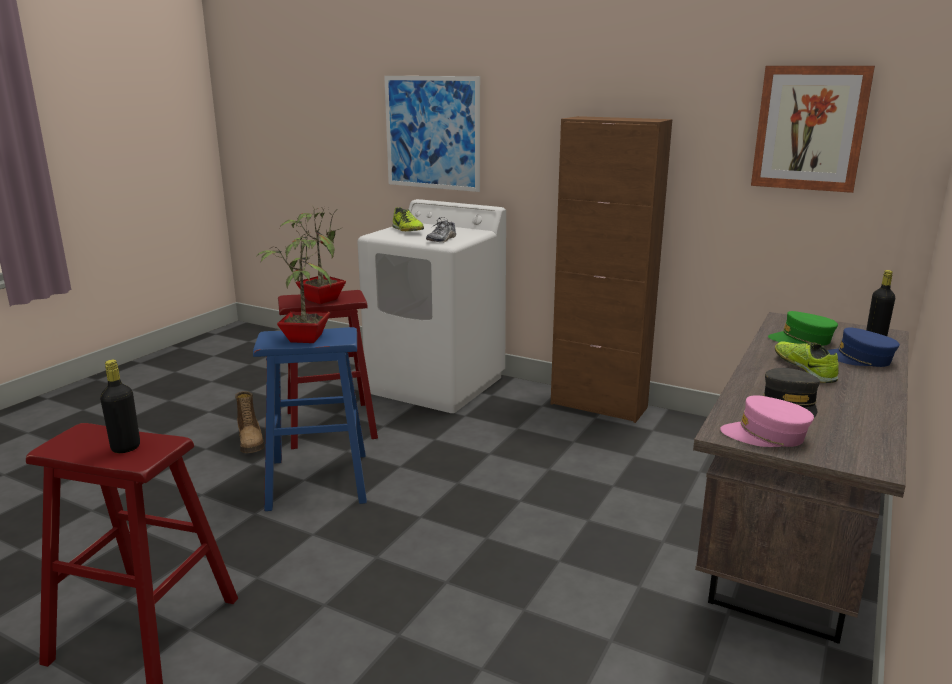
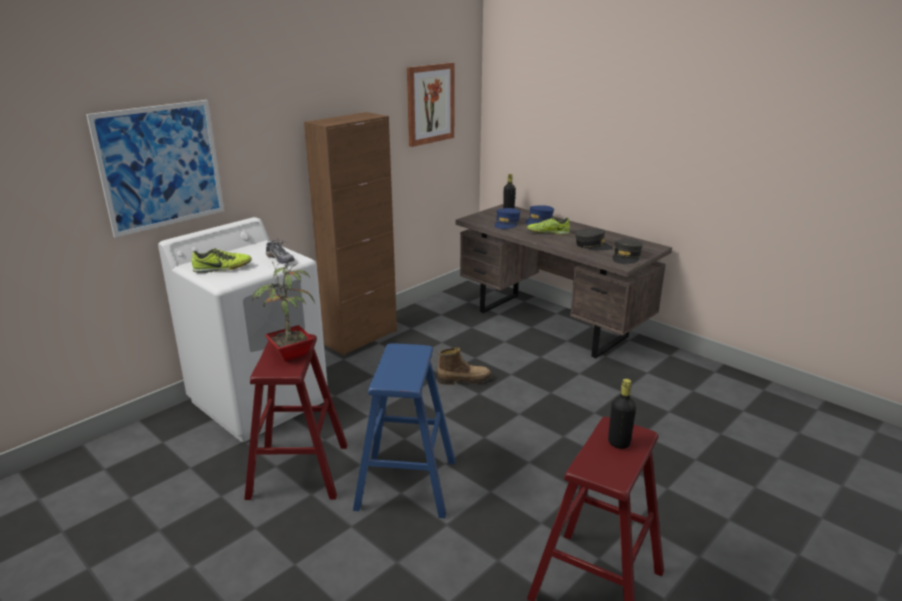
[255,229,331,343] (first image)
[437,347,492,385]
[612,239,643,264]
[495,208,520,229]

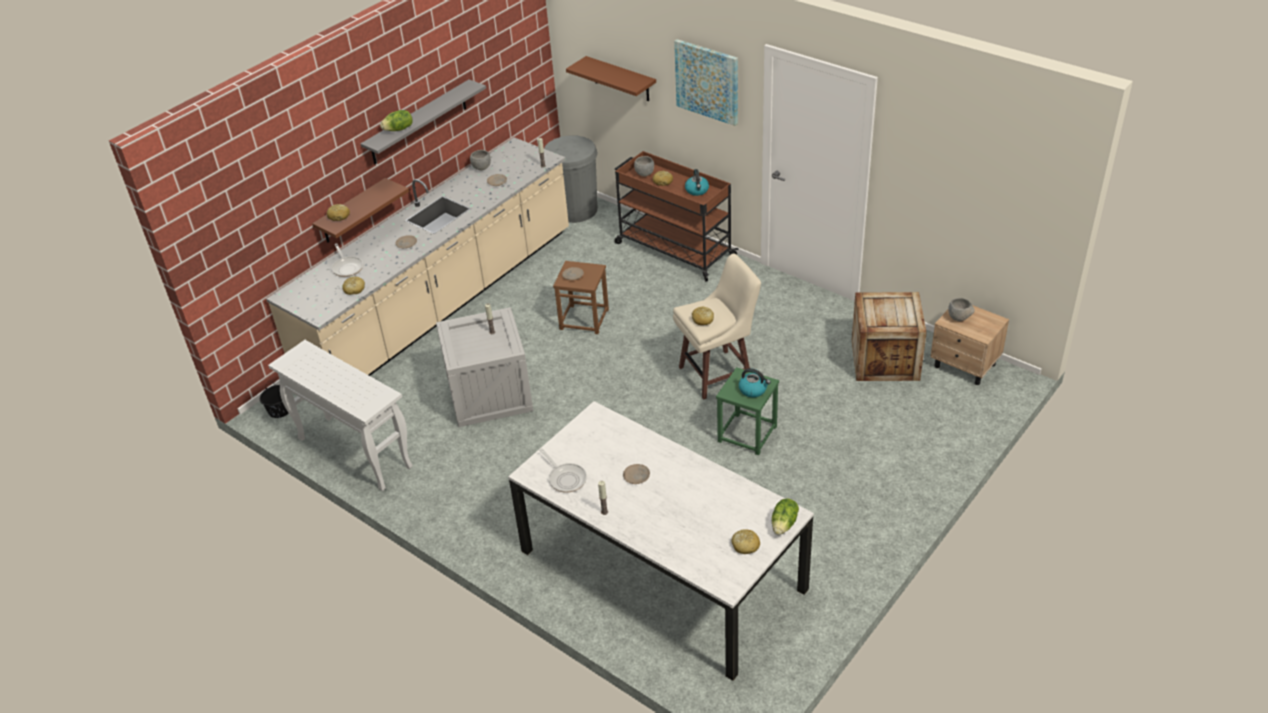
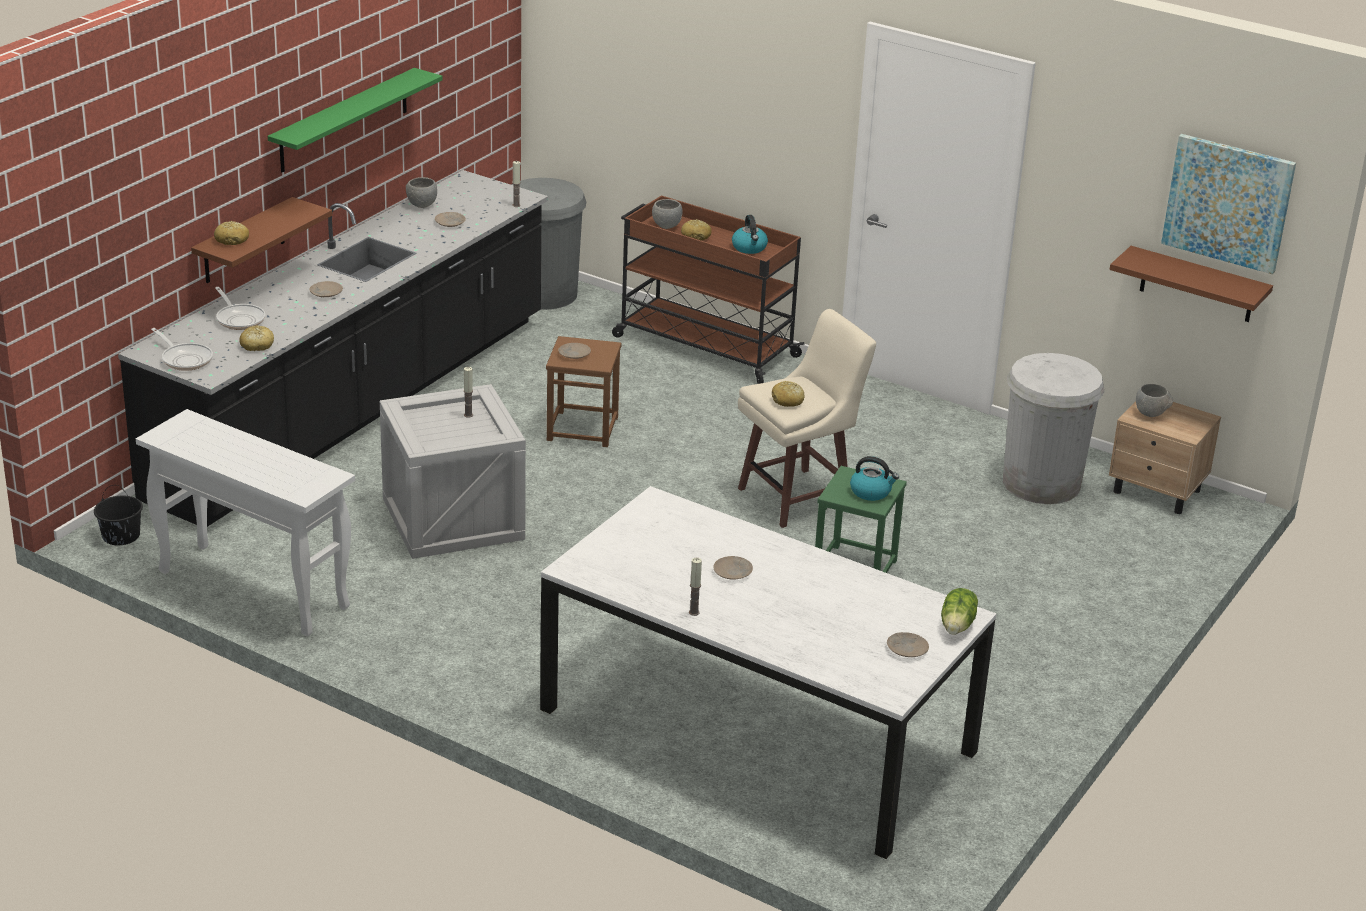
[380,110,413,131] (first image)
[151,328,213,371]
[1110,246,1273,322]
[1161,134,1296,274]
[887,632,929,657]
[1003,353,1104,504]
[118,170,548,527]
[268,68,443,172]

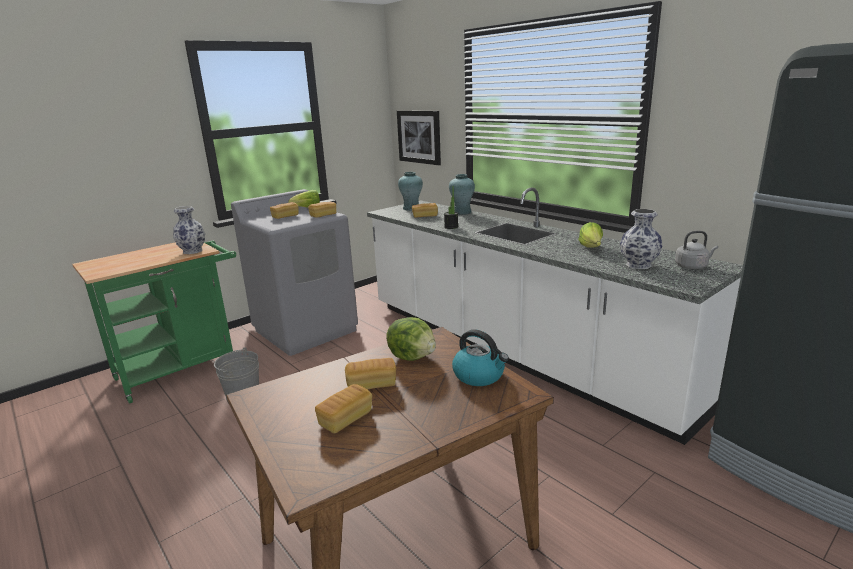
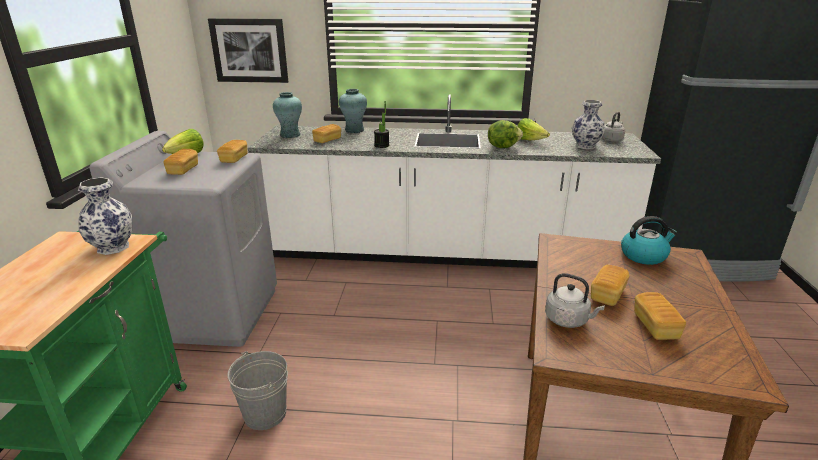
[545,273,605,328]
[488,120,523,148]

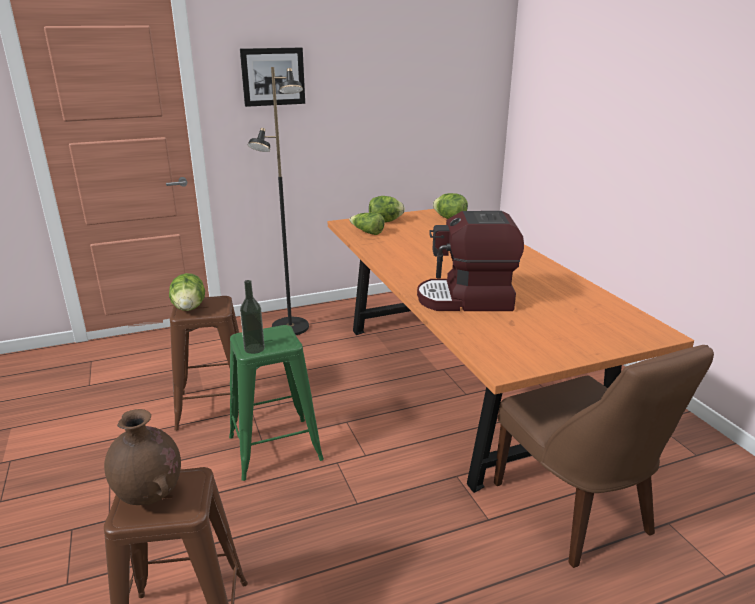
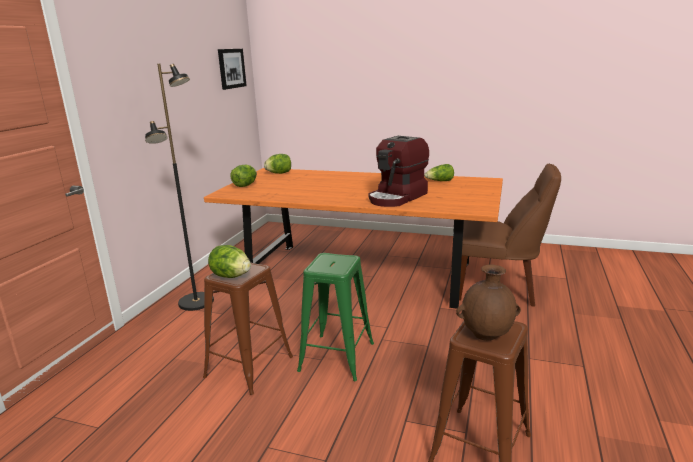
[240,280,265,354] (first image)
[218,49,247,90]
[424,164,454,181]

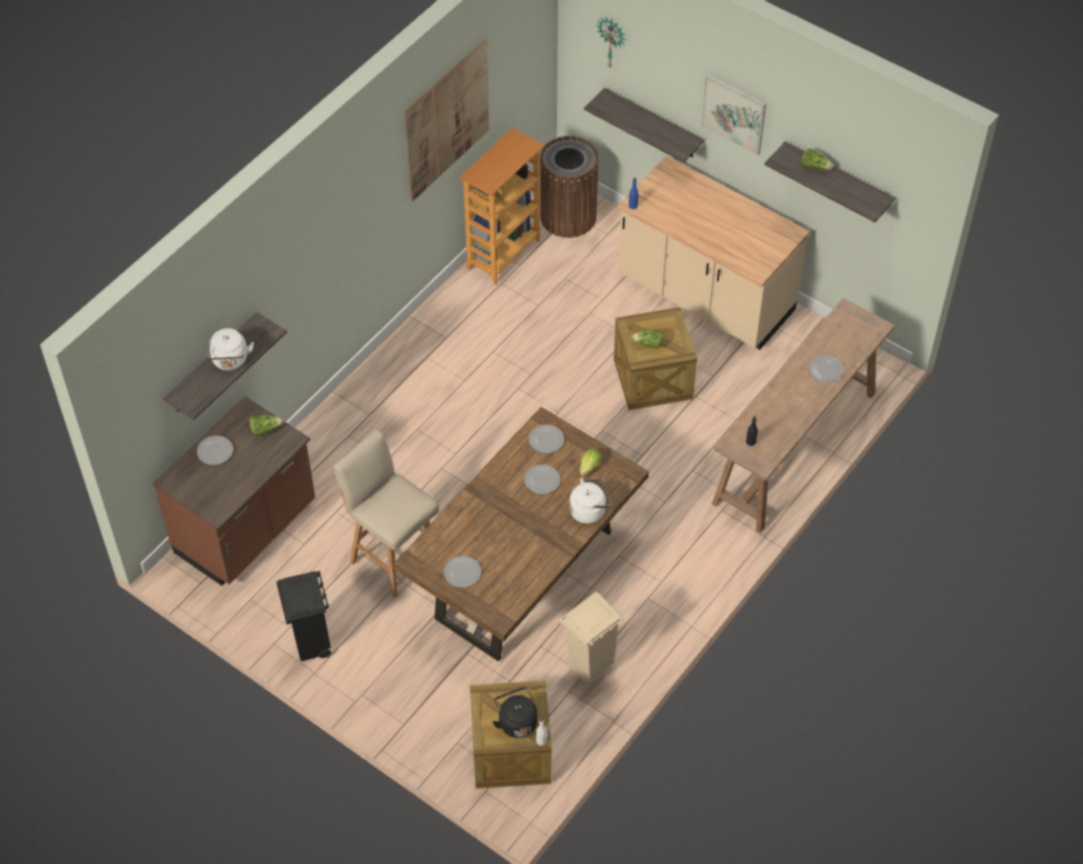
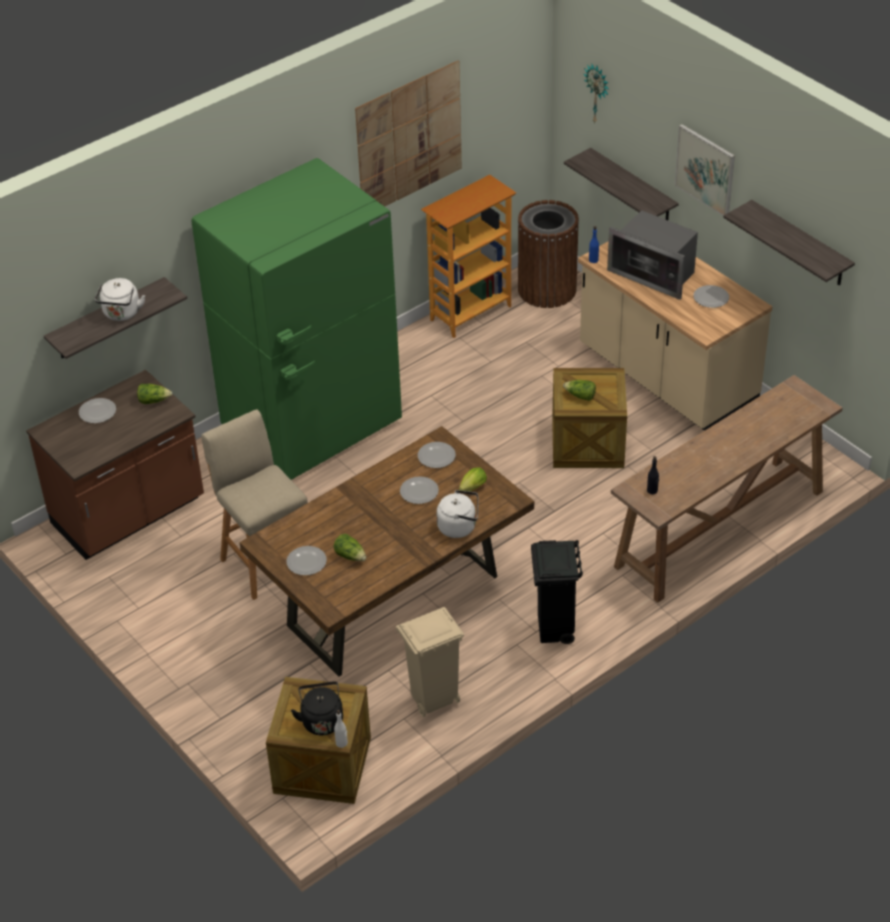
[191,158,402,480]
[607,210,698,300]
[531,540,583,644]
[333,534,366,561]
[693,285,729,308]

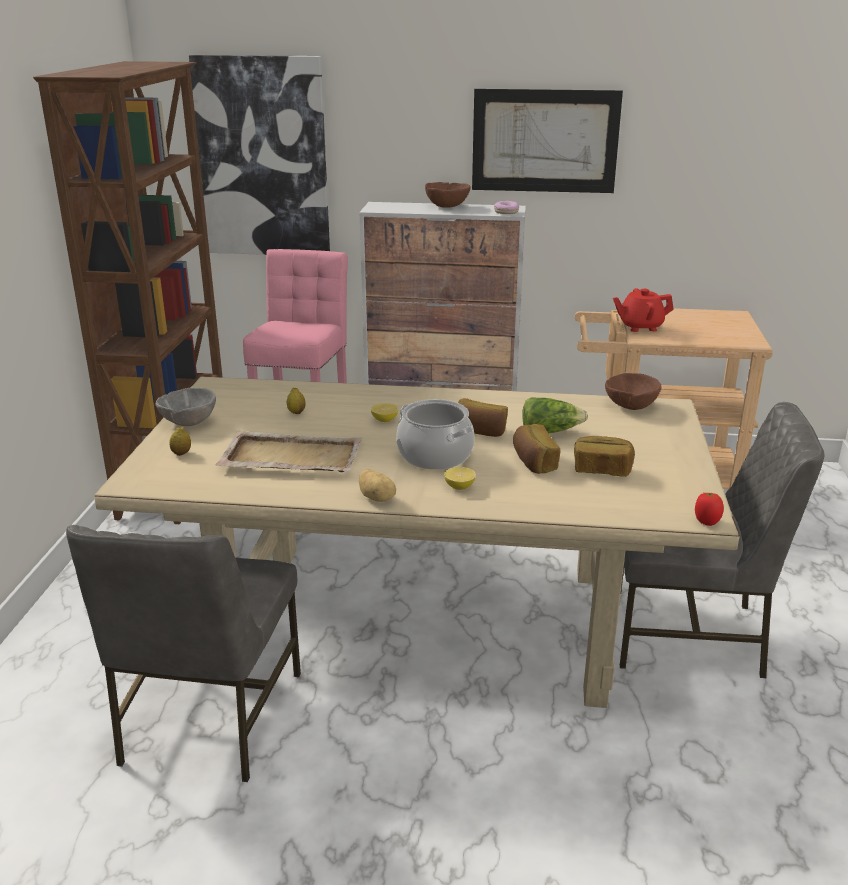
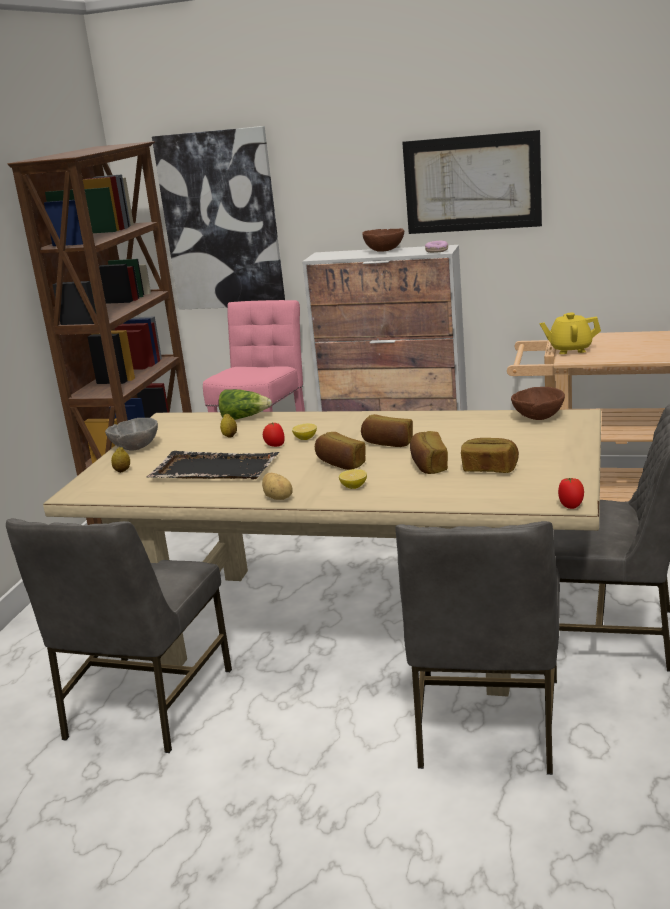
[263,422,285,447]
[395,521,560,775]
[219,389,272,420]
[315,432,366,470]
[146,451,280,479]
[540,313,601,354]

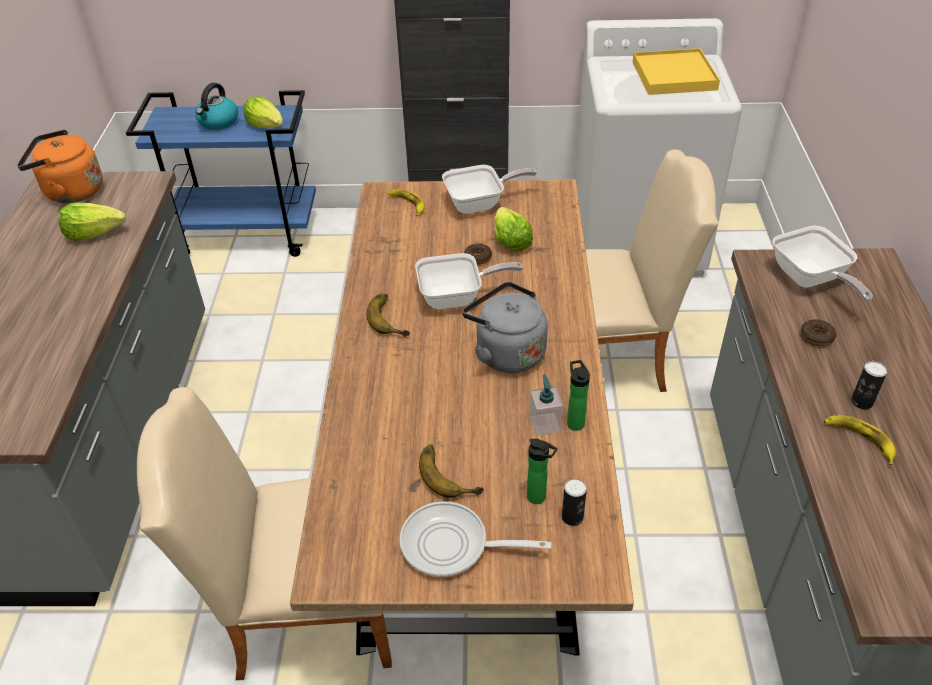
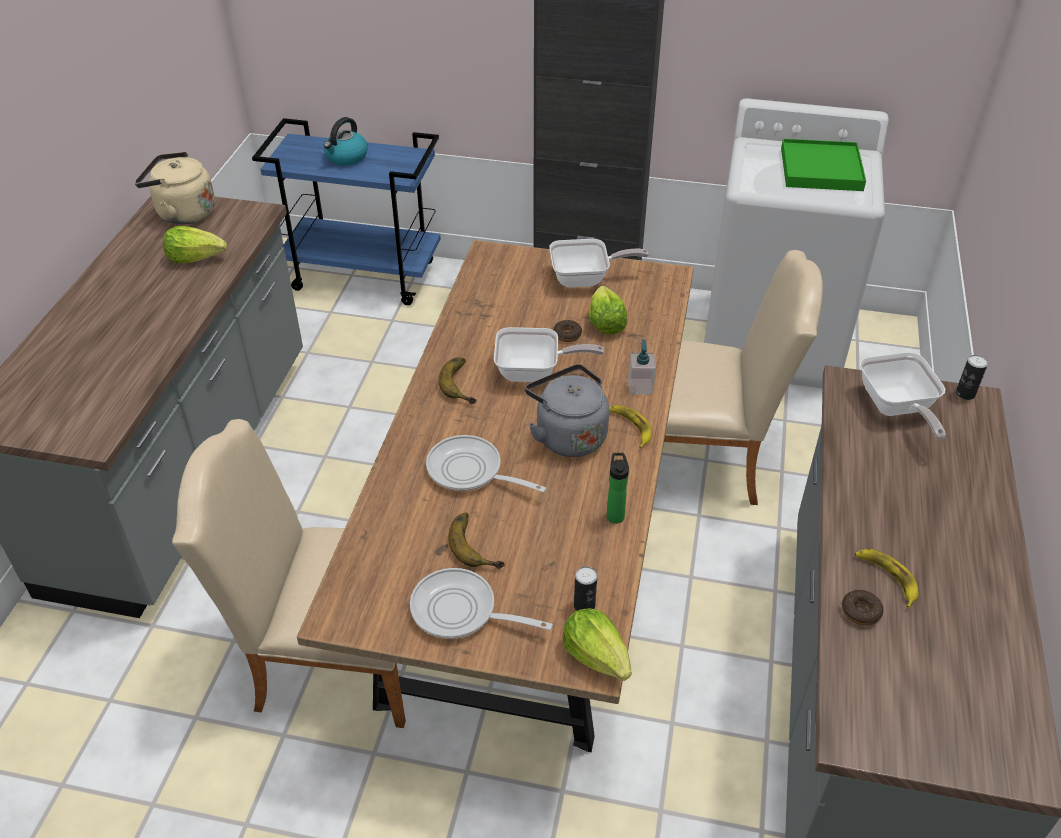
[527,438,557,504] (first image)
[426,435,546,492]
[562,608,632,681]
[609,405,652,448]
[628,339,656,394]
[842,590,883,626]
[956,355,988,400]
[135,152,215,224]
[781,139,866,191]

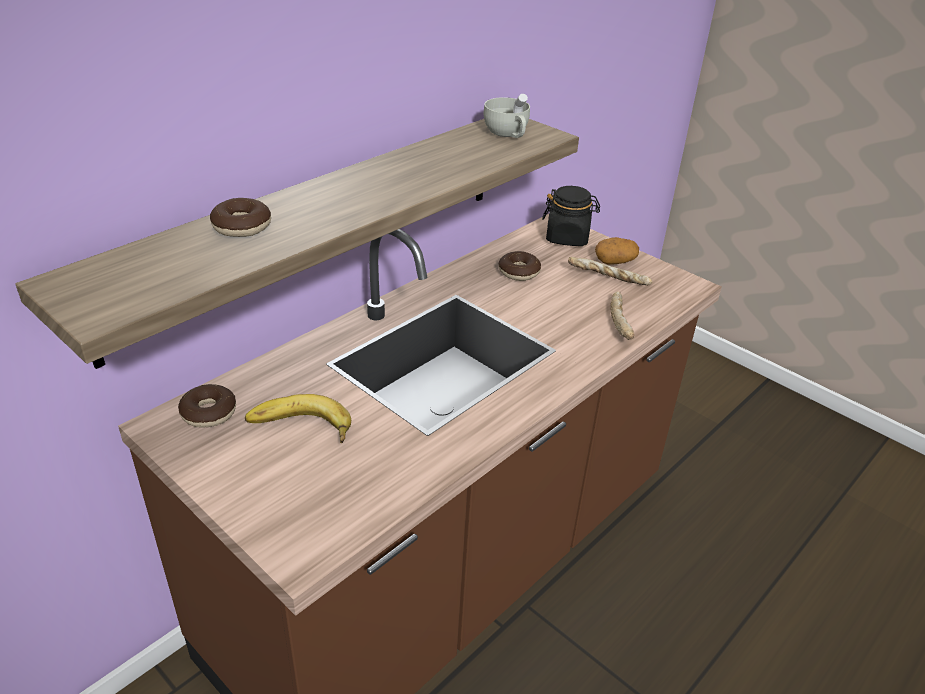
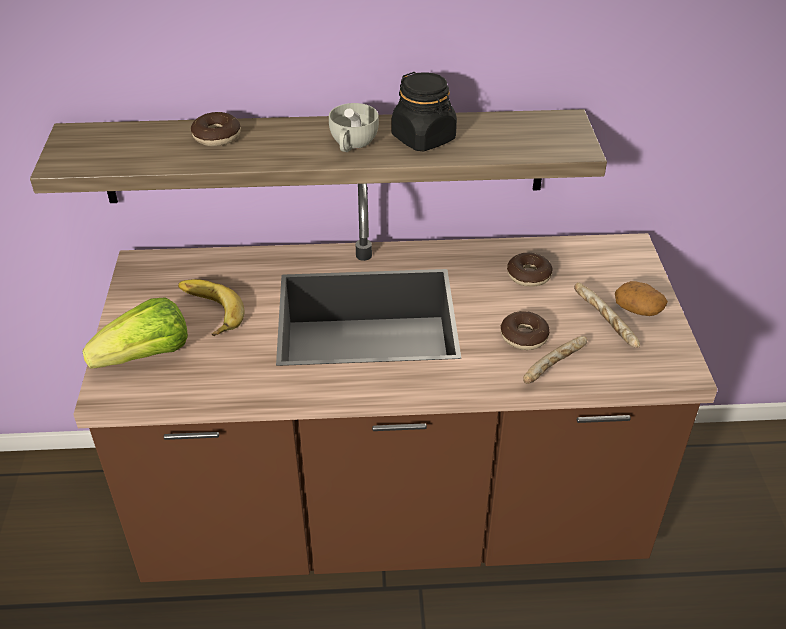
[82,297,188,369]
[501,311,550,350]
[329,103,379,152]
[392,72,457,151]

